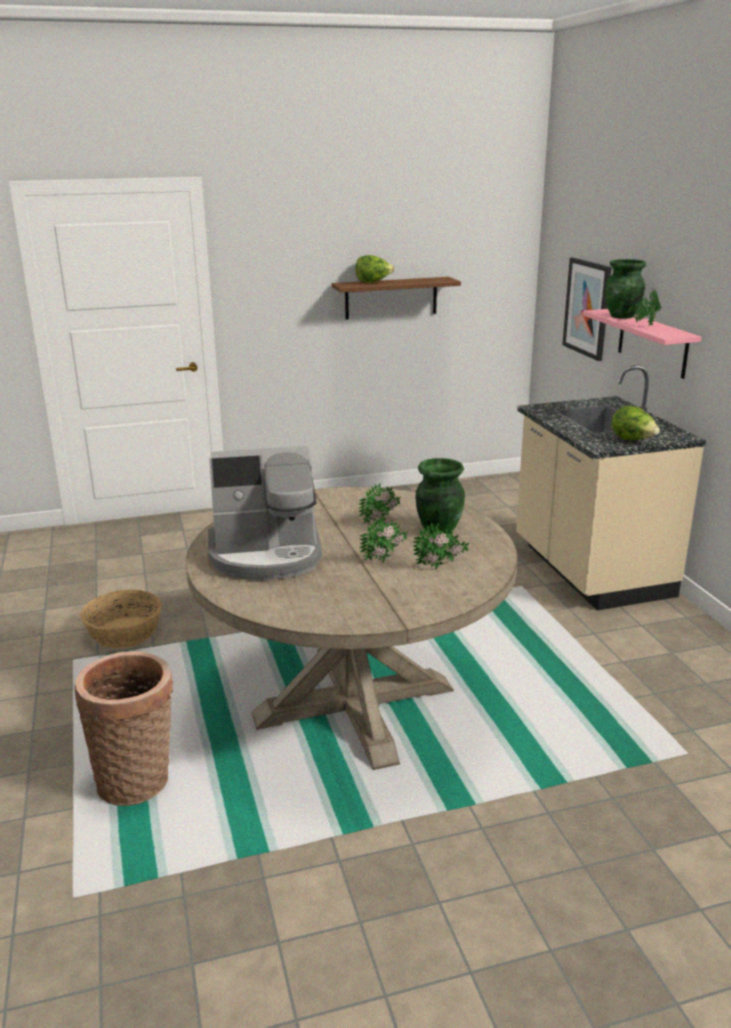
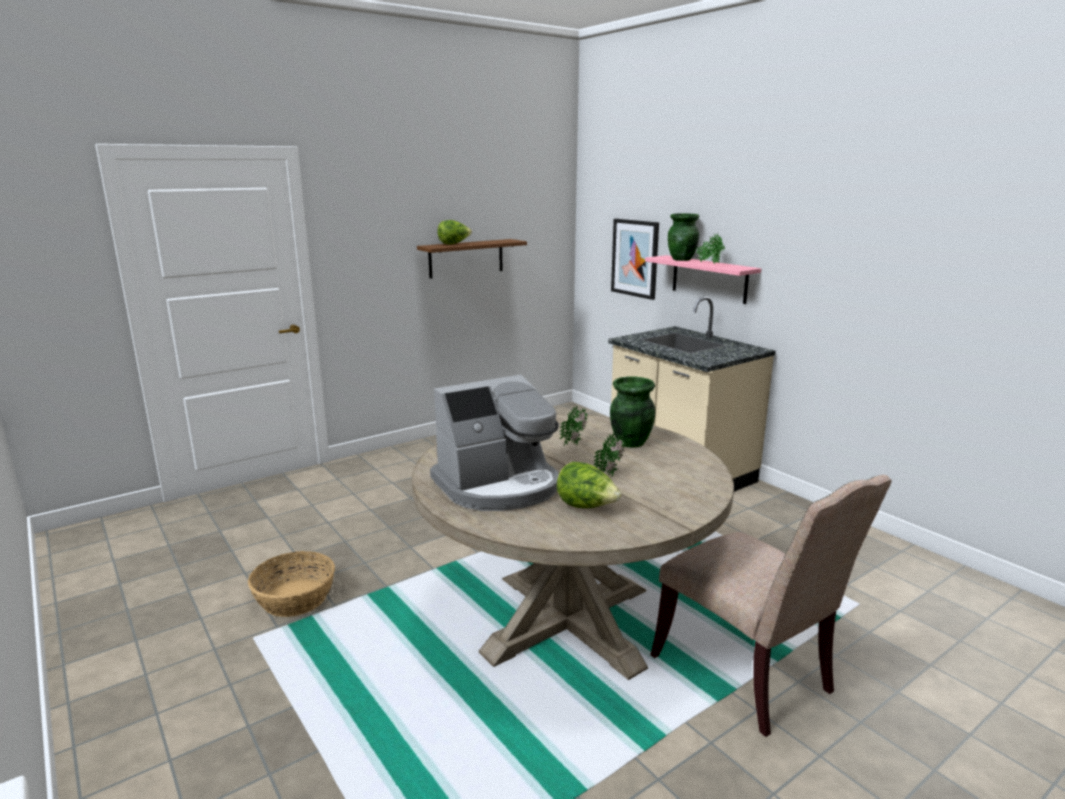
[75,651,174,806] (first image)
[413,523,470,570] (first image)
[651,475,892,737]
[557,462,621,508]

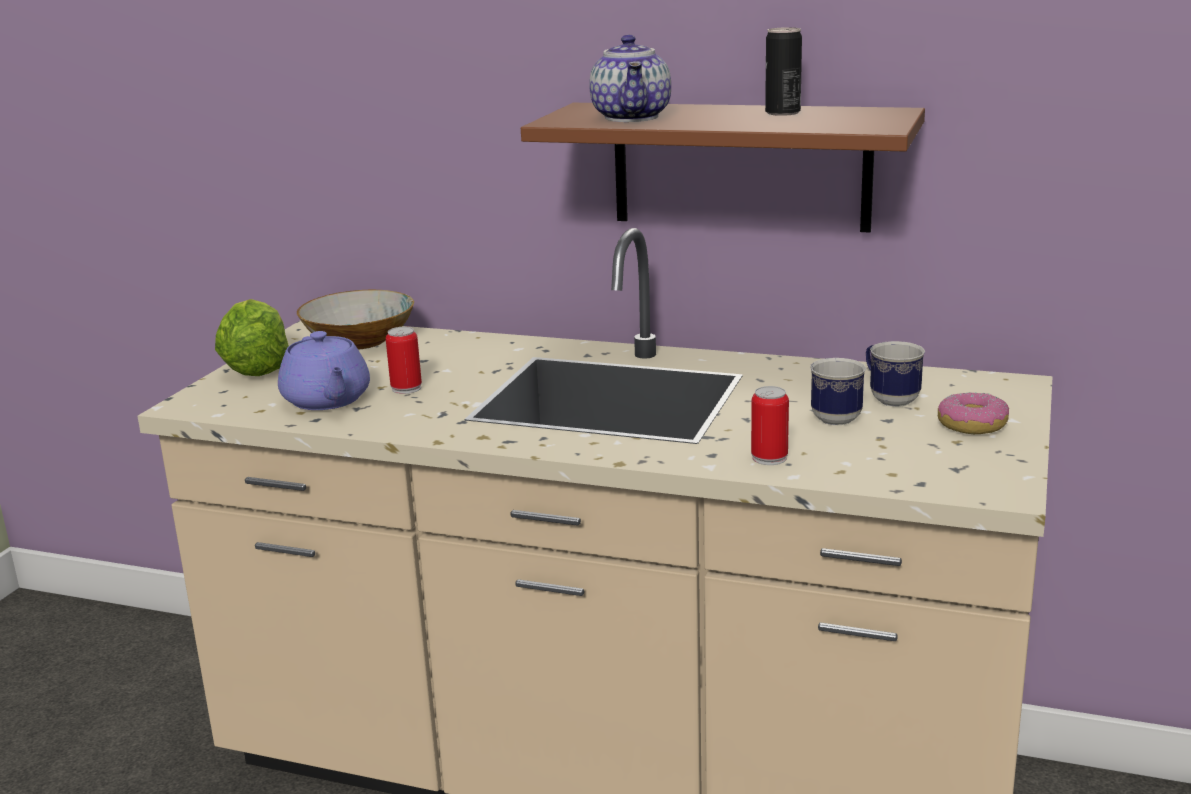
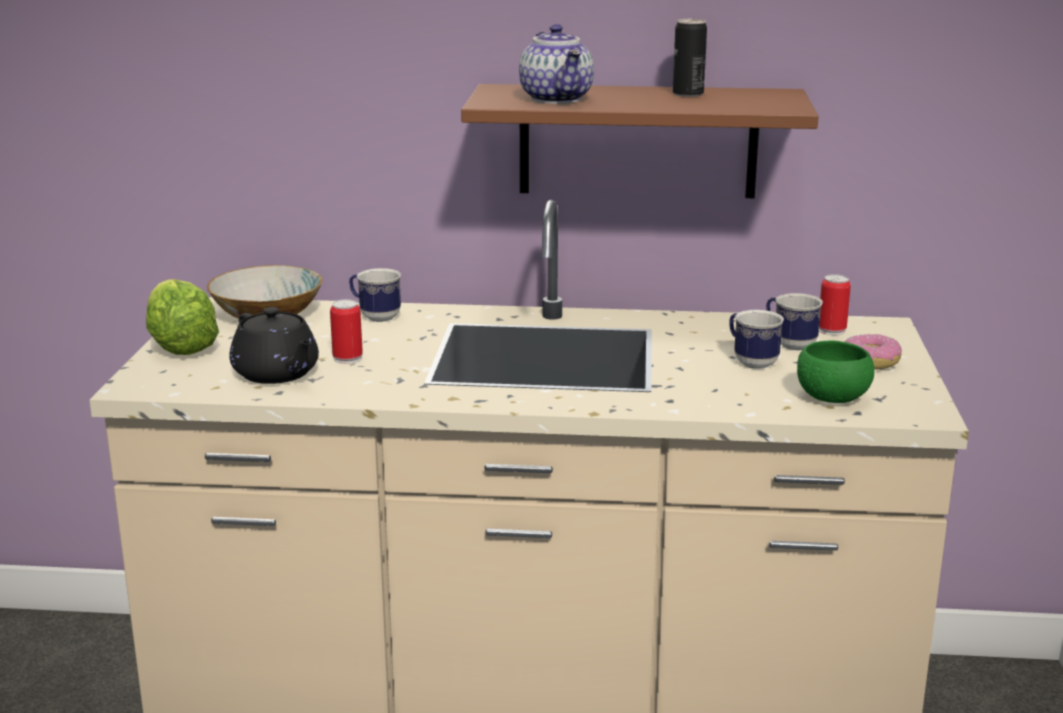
[349,268,401,322]
[797,340,874,403]
[819,274,851,335]
[229,307,319,384]

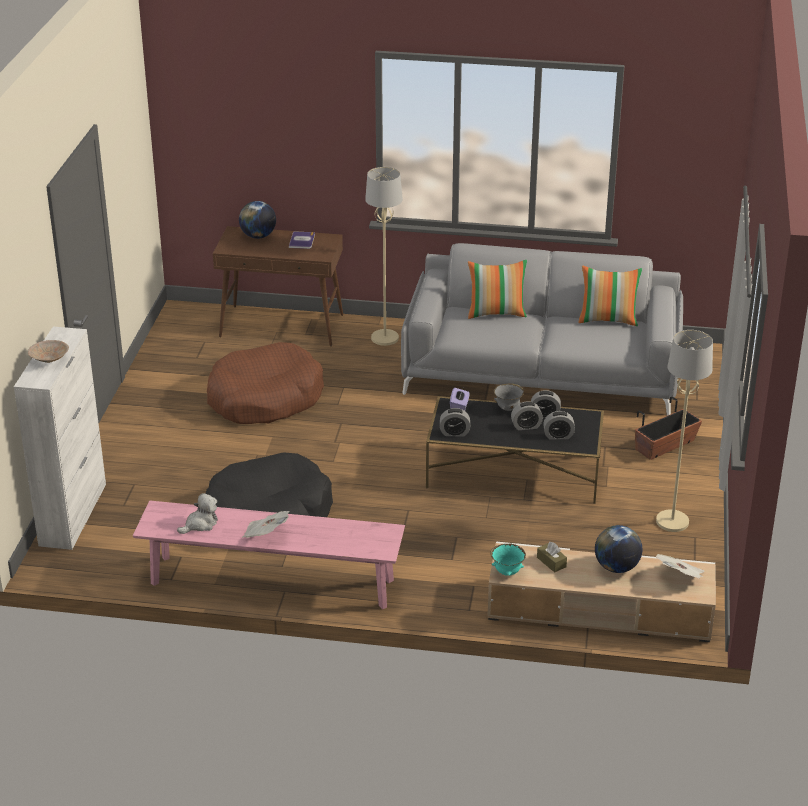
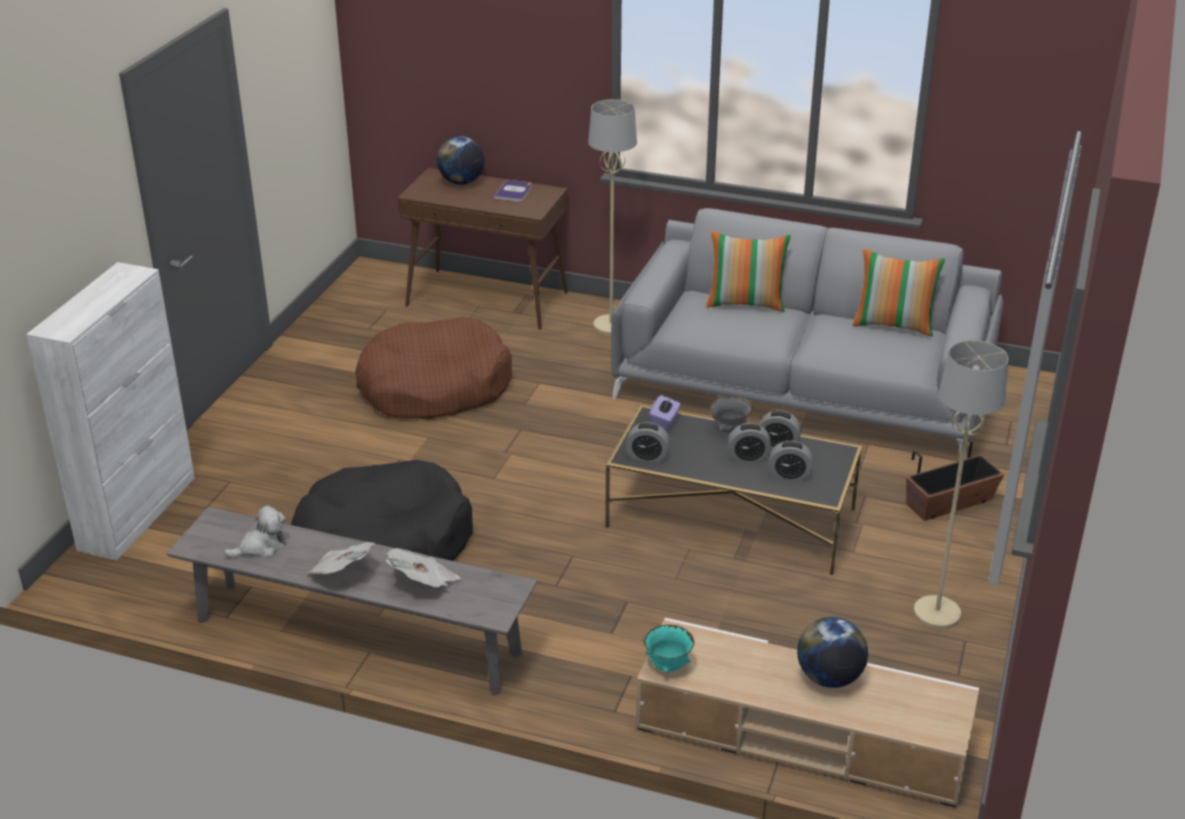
[28,340,69,363] (first image)
[537,542,567,572] (first image)
[386,548,461,588]
[166,507,538,695]

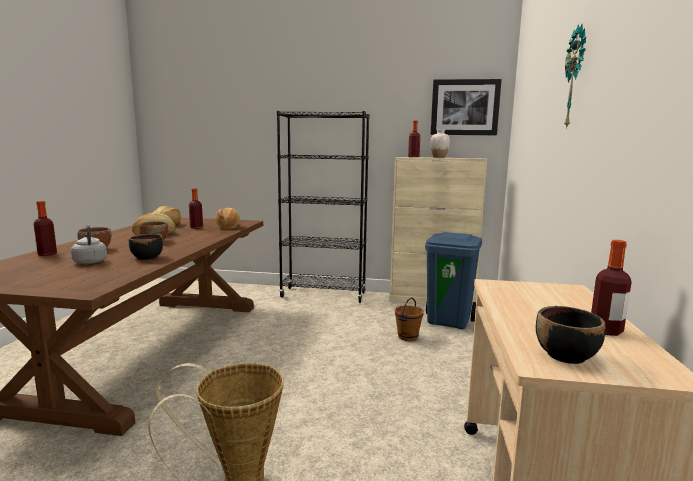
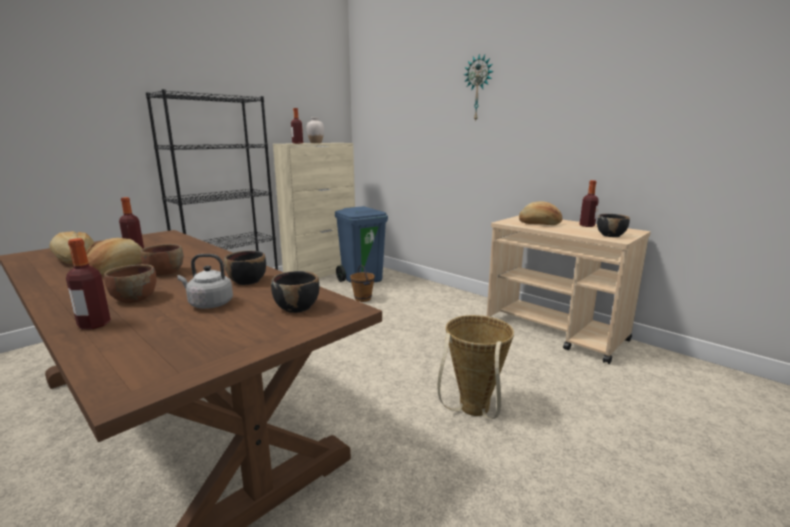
[430,79,502,135] (first image)
[271,271,319,313]
[519,201,562,225]

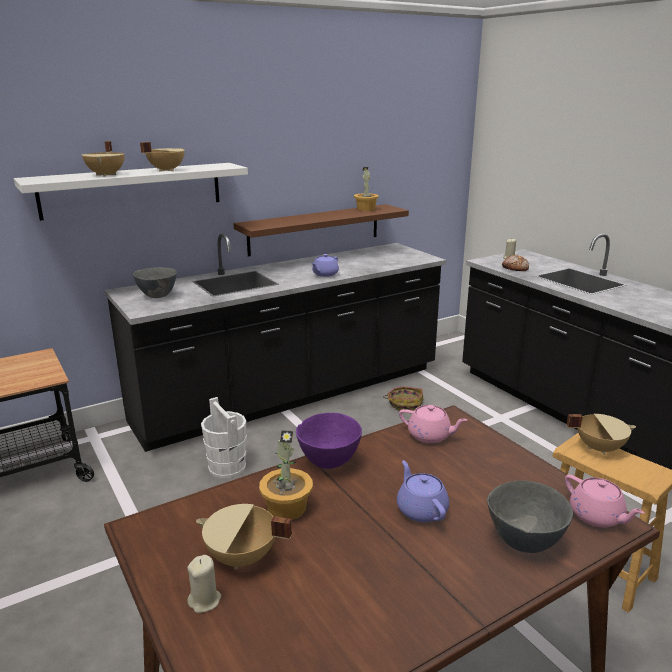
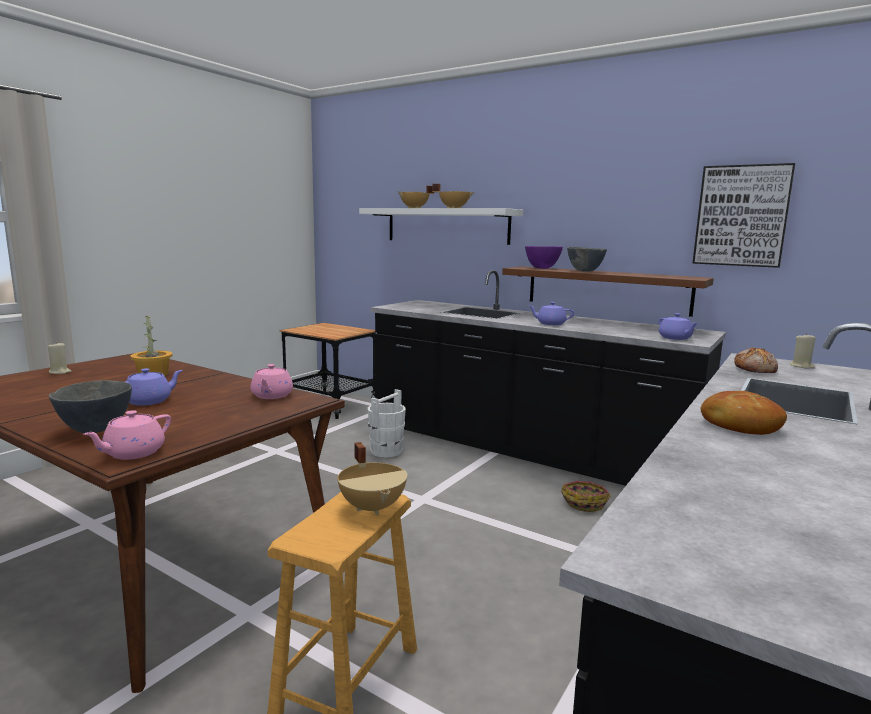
[196,504,292,569] (first image)
[354,167,379,211] (first image)
[659,313,698,340]
[693,163,795,268]
[701,391,787,435]
[567,247,607,272]
[525,246,563,269]

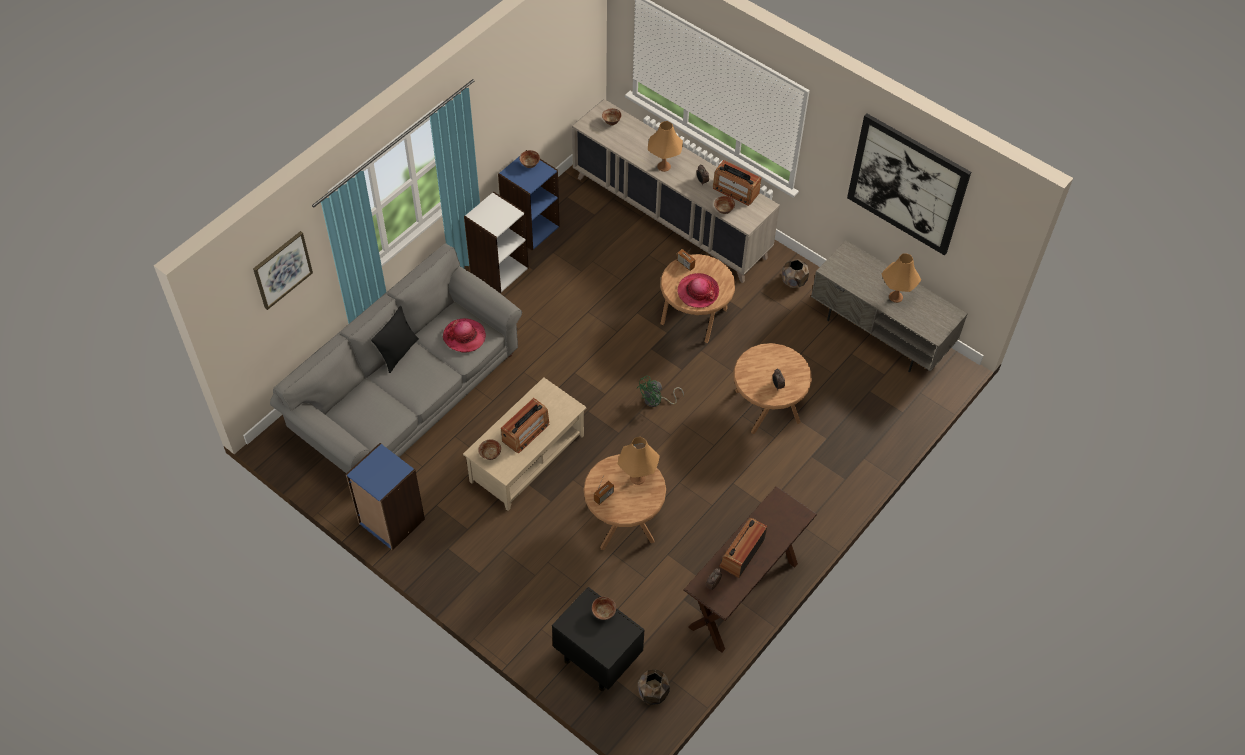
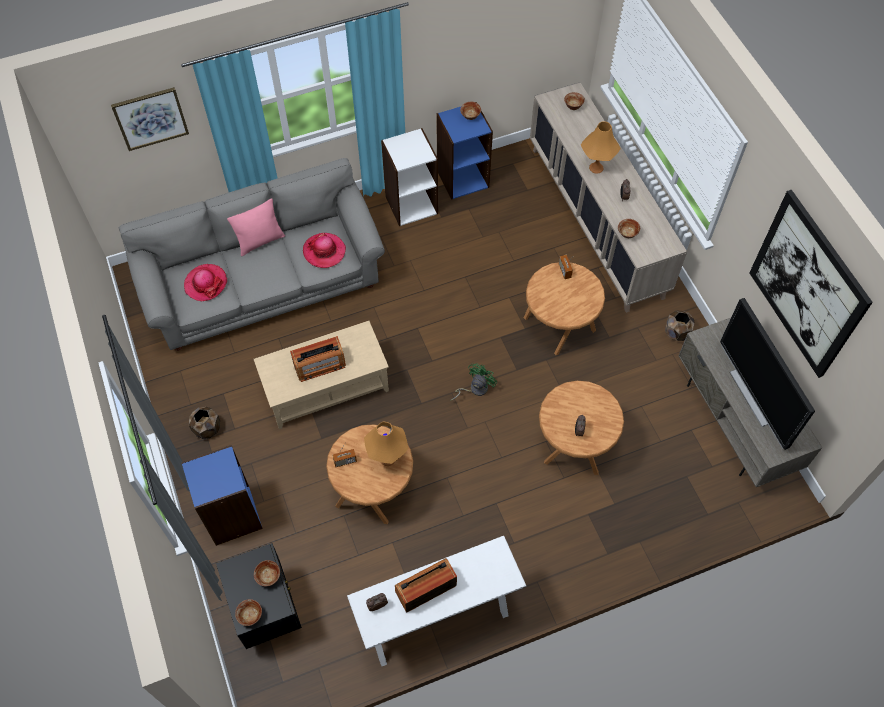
[713,160,761,206] (first image)
[181,445,263,546]
[235,599,262,626]
[189,407,220,439]
[184,264,227,301]
[720,298,815,450]
[227,198,285,256]
[347,536,526,666]
[450,363,497,401]

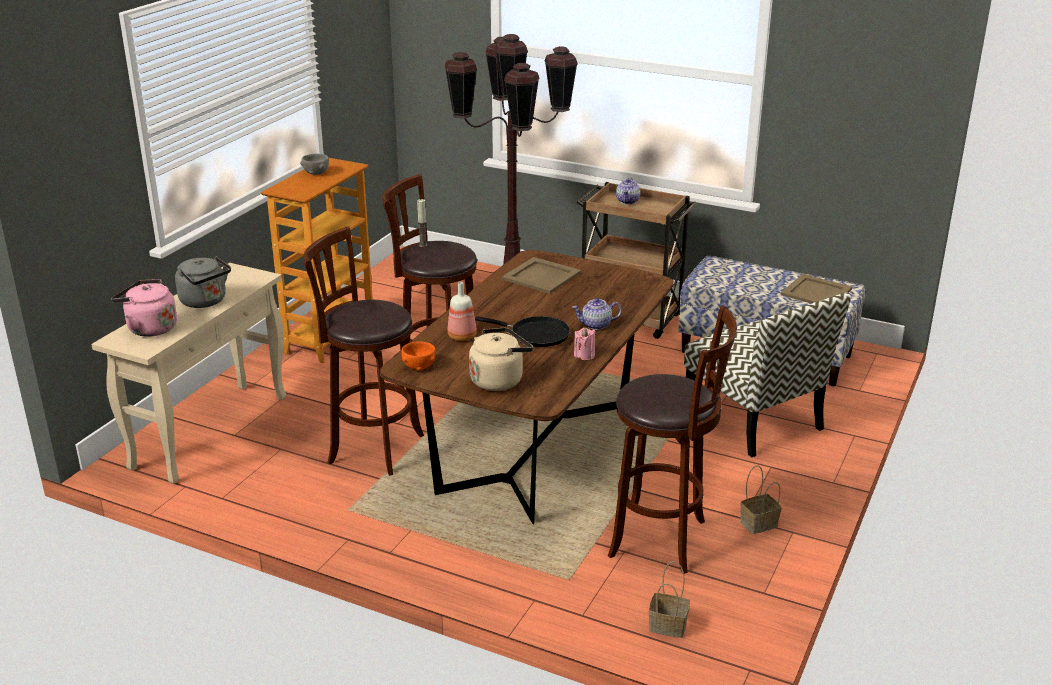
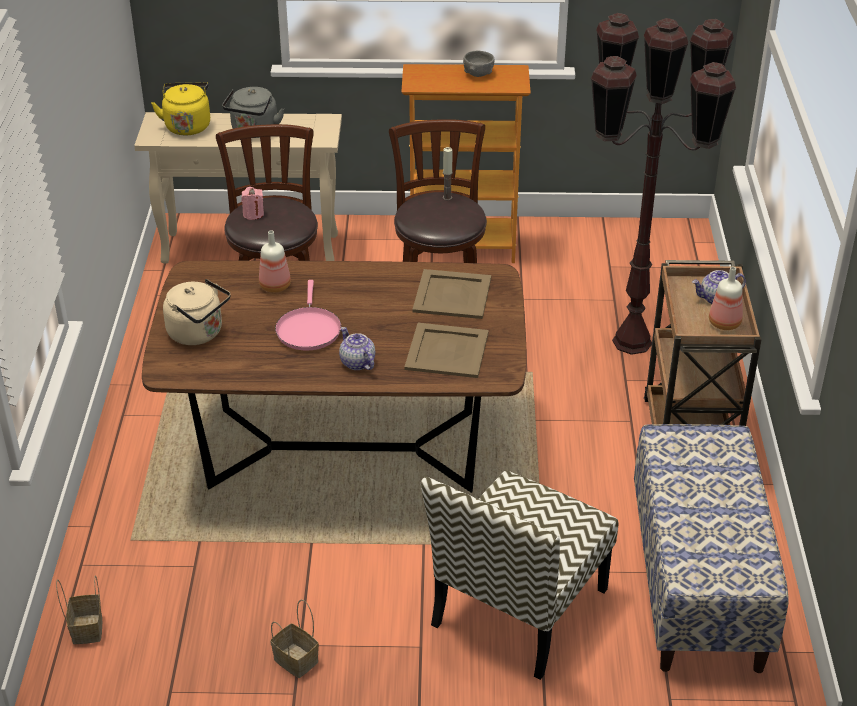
[401,341,436,371] (first image)
[608,305,737,574] (first image)
[709,267,743,330]
[241,187,264,220]
[404,323,489,378]
[151,82,210,135]
[275,280,341,351]

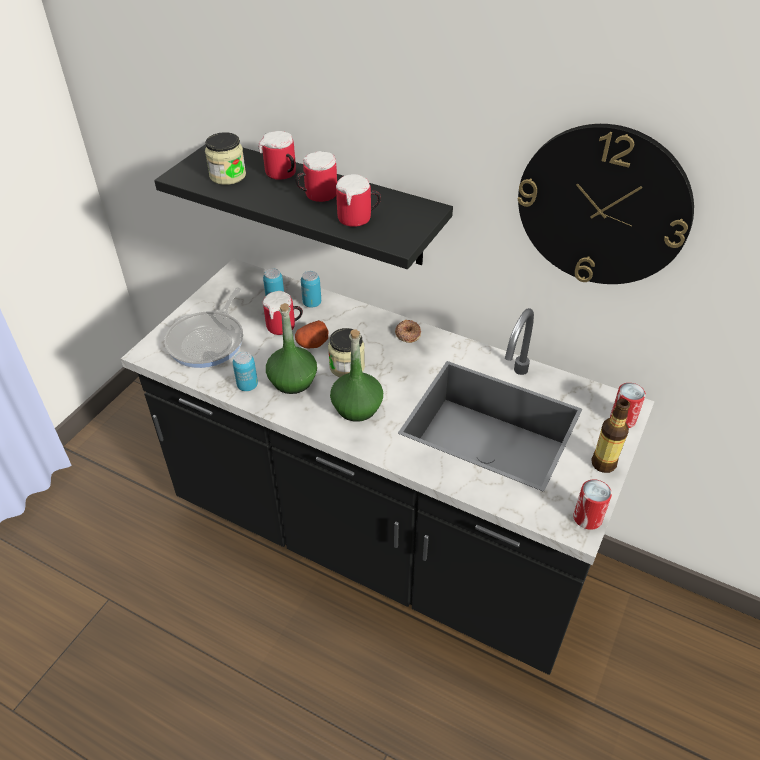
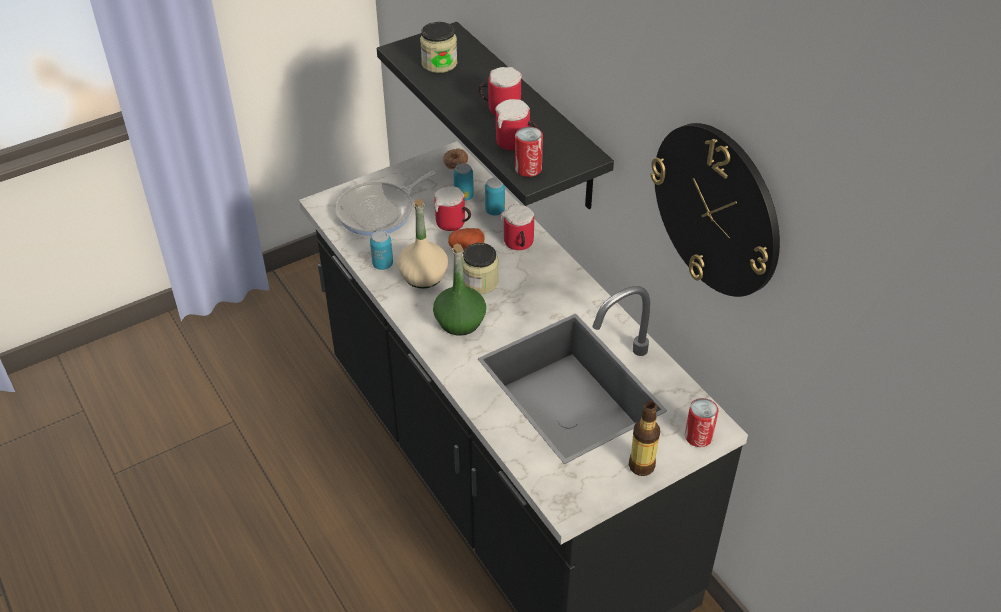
[500,205,534,250]
[443,148,468,169]
[515,127,543,177]
[397,199,448,289]

